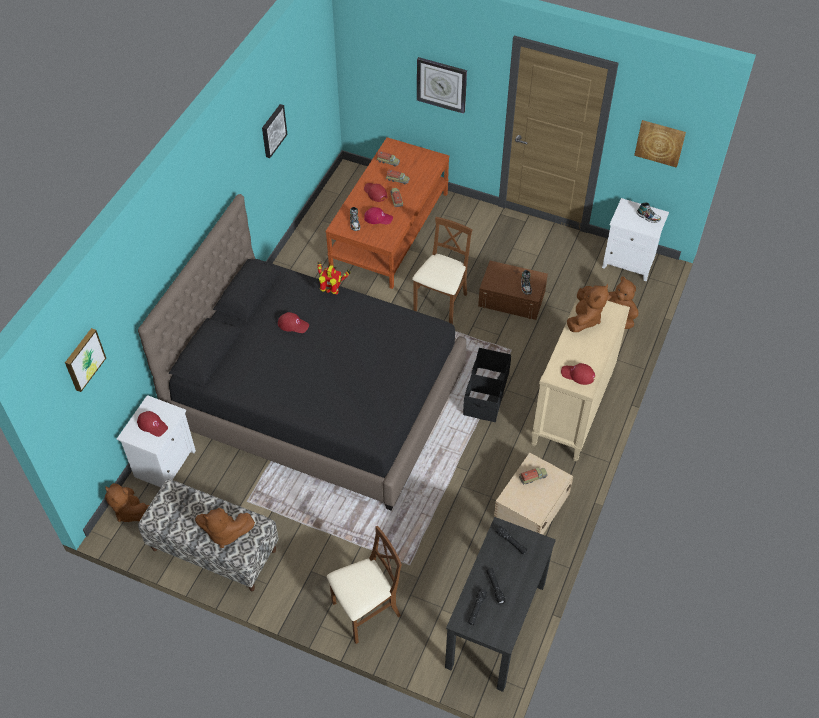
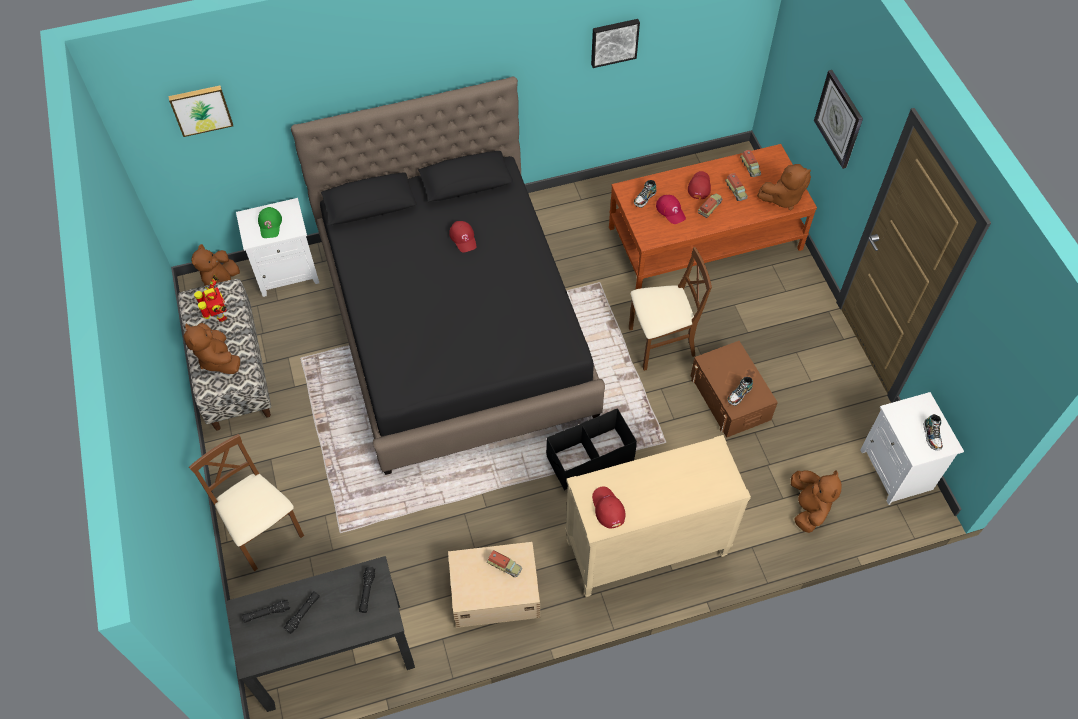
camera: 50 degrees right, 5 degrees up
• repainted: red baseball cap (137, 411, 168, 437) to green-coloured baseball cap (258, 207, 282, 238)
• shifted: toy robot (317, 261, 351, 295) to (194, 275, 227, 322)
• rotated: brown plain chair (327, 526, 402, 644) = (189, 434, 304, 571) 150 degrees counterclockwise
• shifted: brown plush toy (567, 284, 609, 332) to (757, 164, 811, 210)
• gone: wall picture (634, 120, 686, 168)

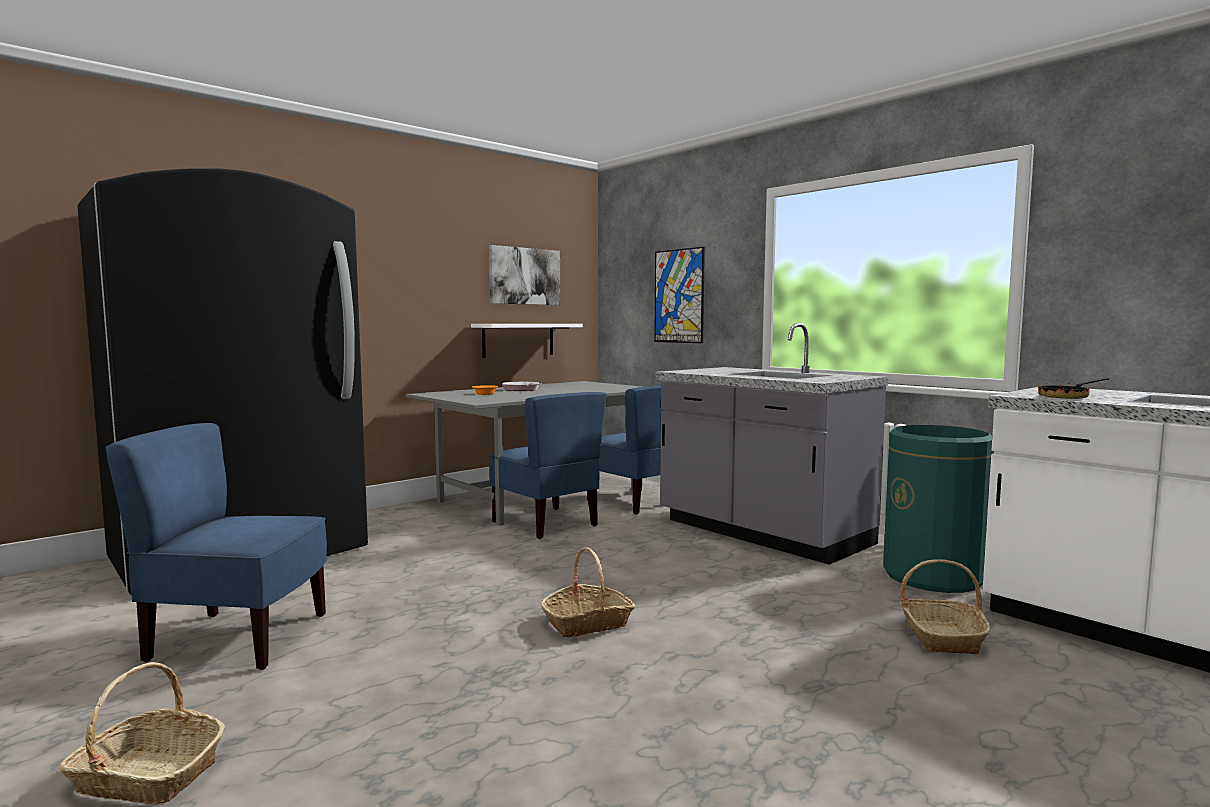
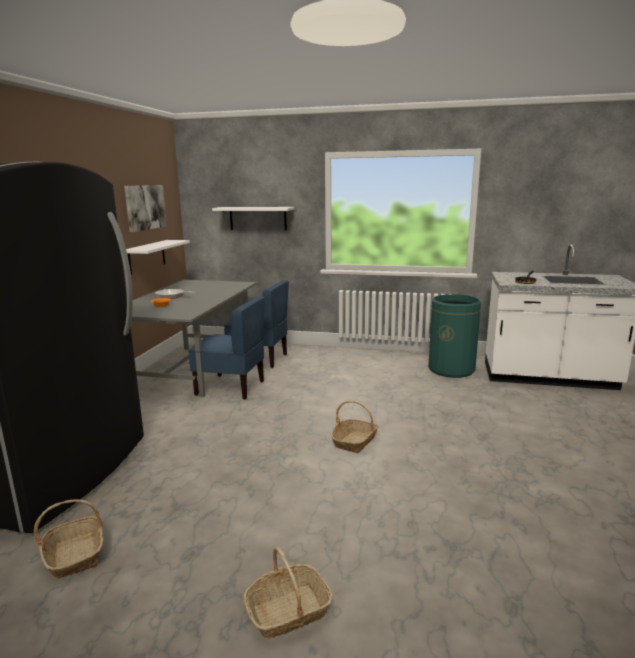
camera: 35 degrees left, 10 degrees up
• gone: blue-coloured plain chair (105, 423, 327, 670)
• swapped: wall picture (654, 247, 705, 343) to white wall shelf (212, 207, 294, 230)
• gone: gray kitchen counter (655, 323, 888, 565)
• shifted: storage basket (900, 560, 991, 654) to (34, 499, 104, 579)

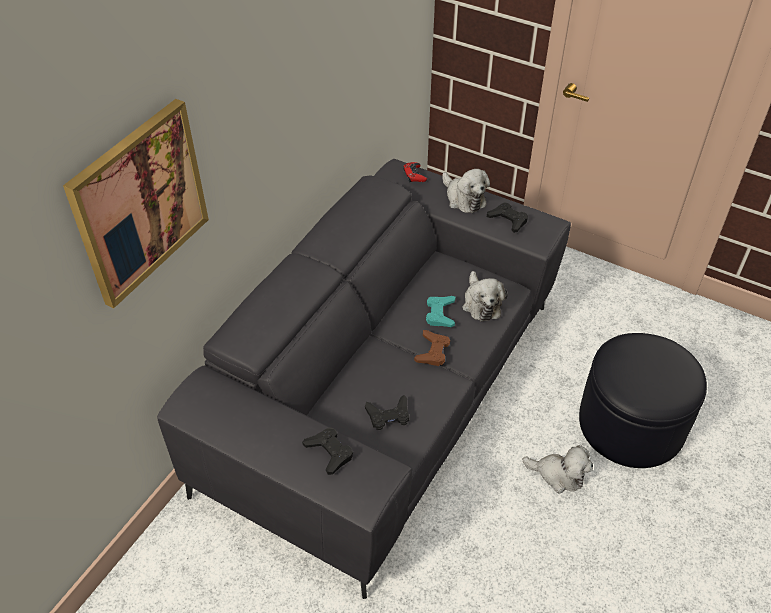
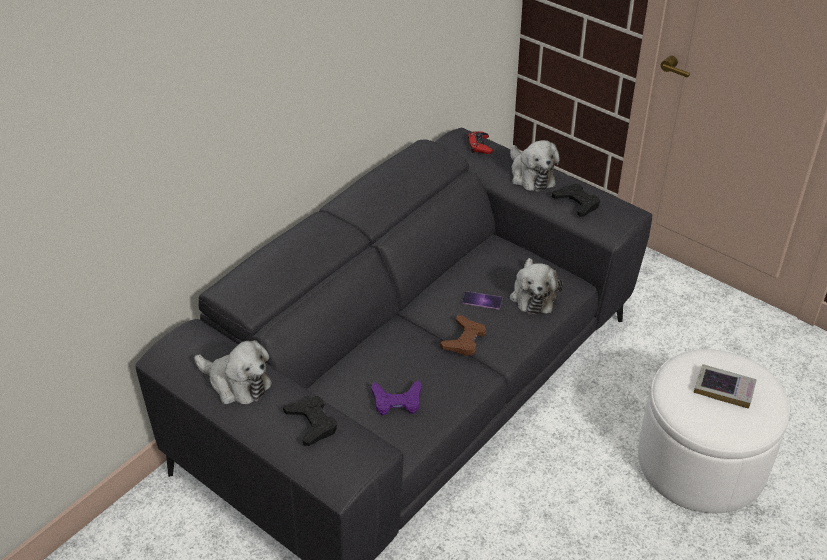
camera: 10 degrees right, 5 degrees down
• gone: wall picture (63, 99, 209, 308)
• repainted: black game controller (365, 395, 409, 430) to purplish game controller (371, 380, 422, 415)
• swapped: turquoise game controller (426, 296, 455, 327) to phone (462, 291, 503, 310)
• shifted: plush toy (522, 445, 593, 494) to (194, 340, 272, 404)
• repainted: black ottoman (579, 333, 707, 468) to white ottoman (638, 349, 790, 513)
• new: volume (694, 364, 757, 409)

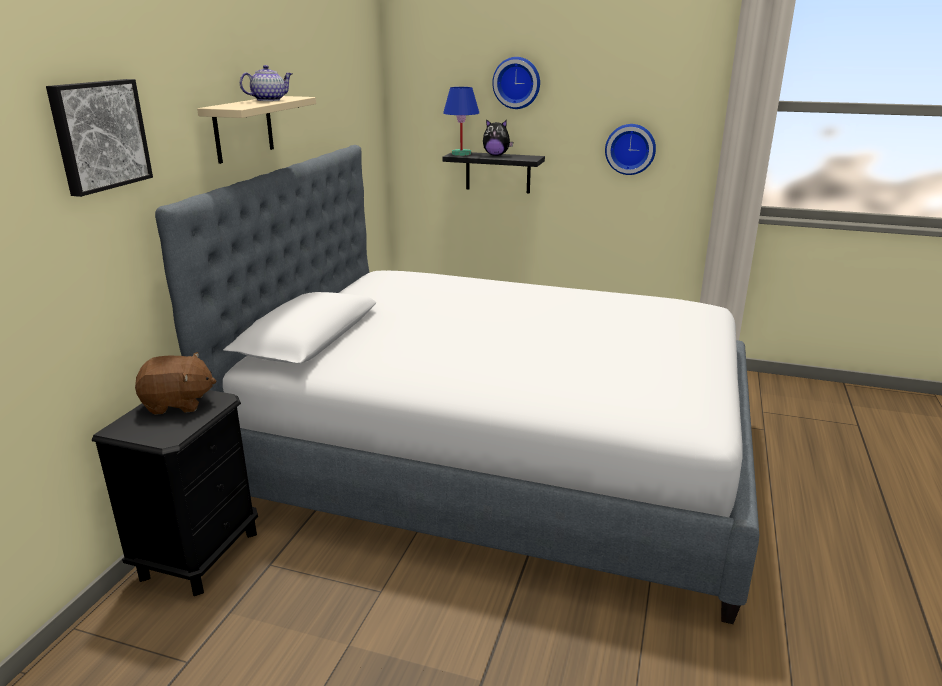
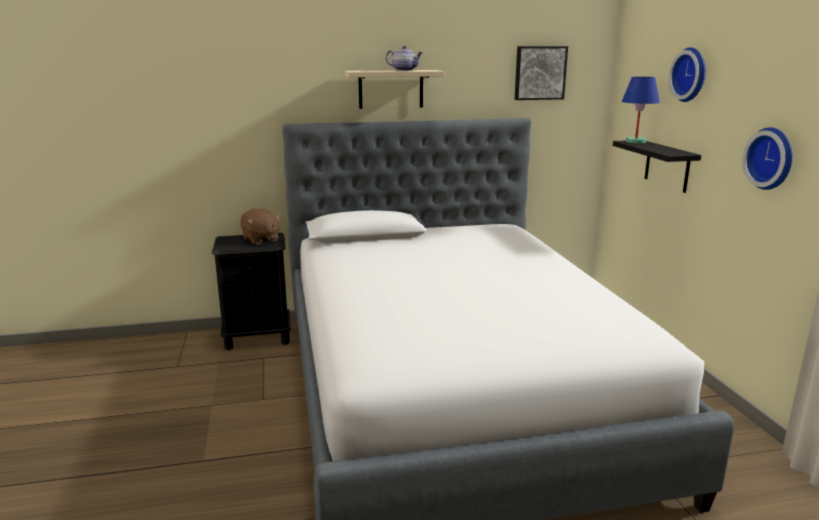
camera: 60 degrees right, 5 degrees down
• shifted: wall picture (46, 79, 153, 197) to (515, 46, 568, 100)
• gone: plush toy (483, 119, 513, 156)

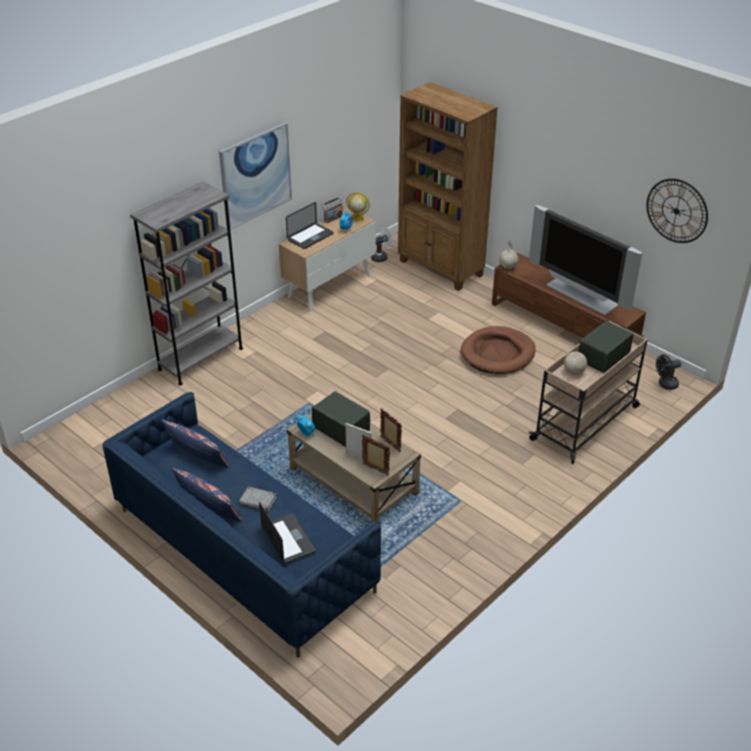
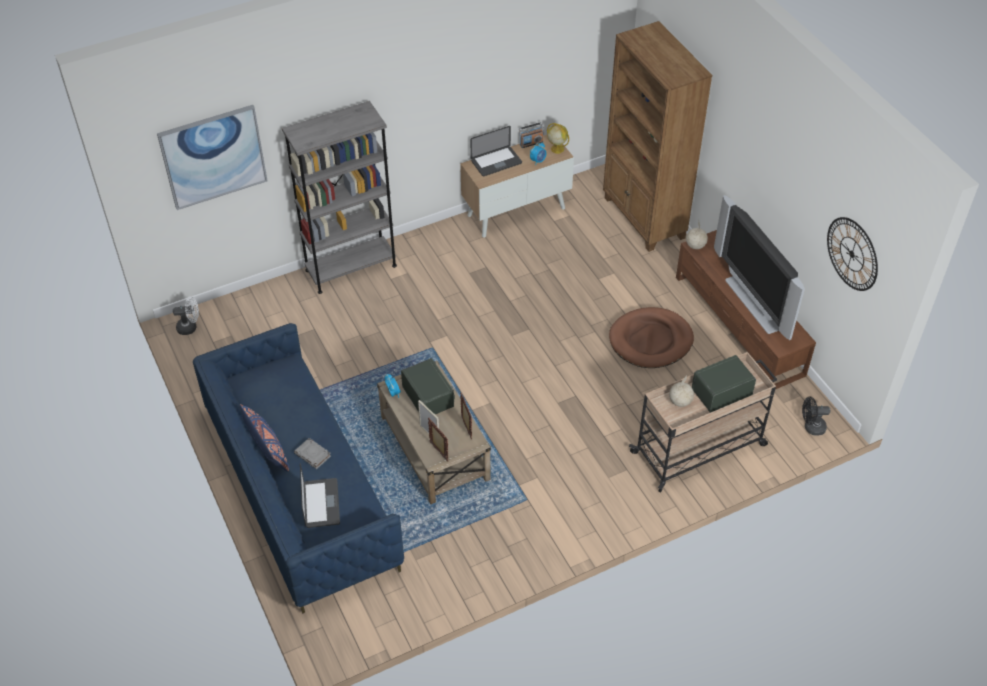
camera: 20 degrees right, 10 degrees up
• gone: blue-coloured cushion (161, 420, 229, 468)
• shifted: wall picture (219, 123, 292, 230) to (157, 105, 268, 210)
• shifted: white cooling fan (371, 228, 393, 262) to (173, 296, 199, 335)

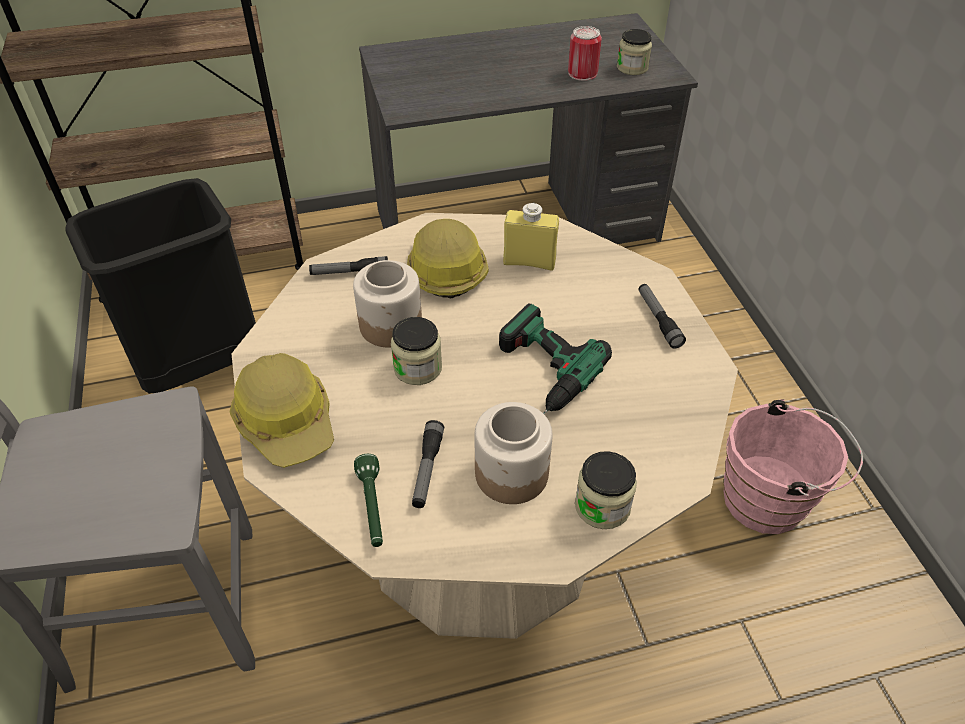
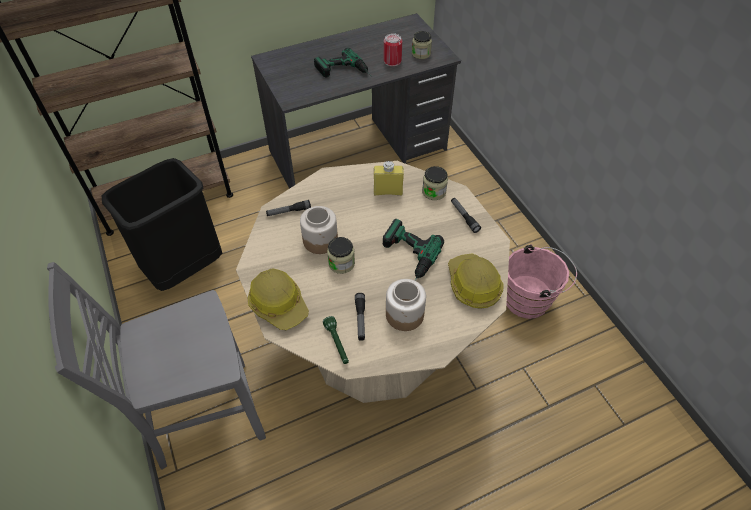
camera: 10 degrees left, 5 degrees up
• shifted: safety helmet (407, 219, 489, 298) to (448, 253, 504, 309)
• shifted: jar (575, 451, 637, 529) to (422, 166, 448, 200)
• new: electric drill (314, 47, 372, 77)

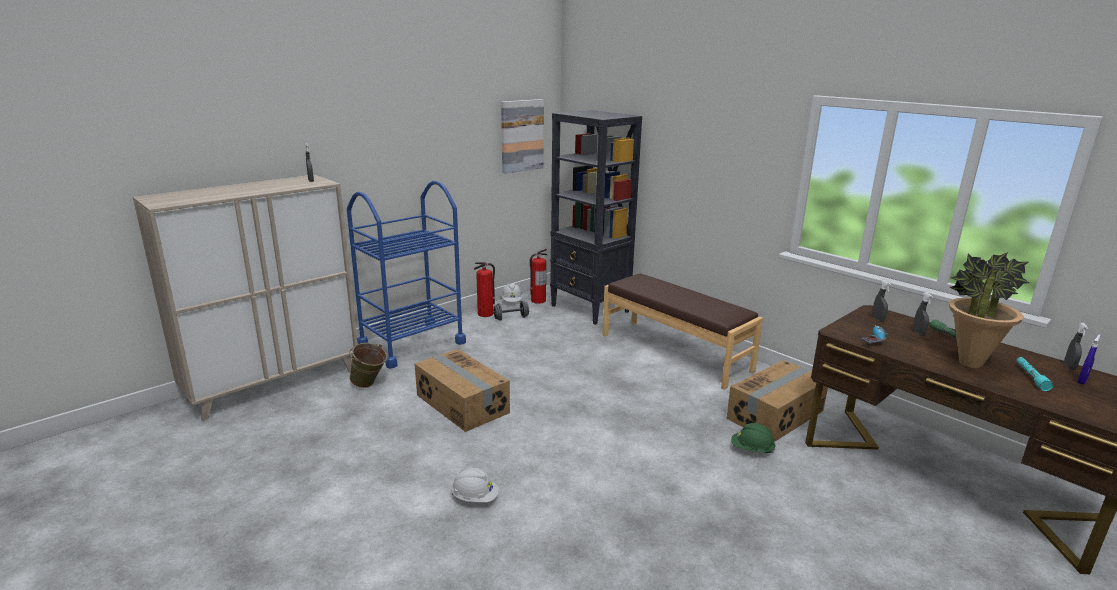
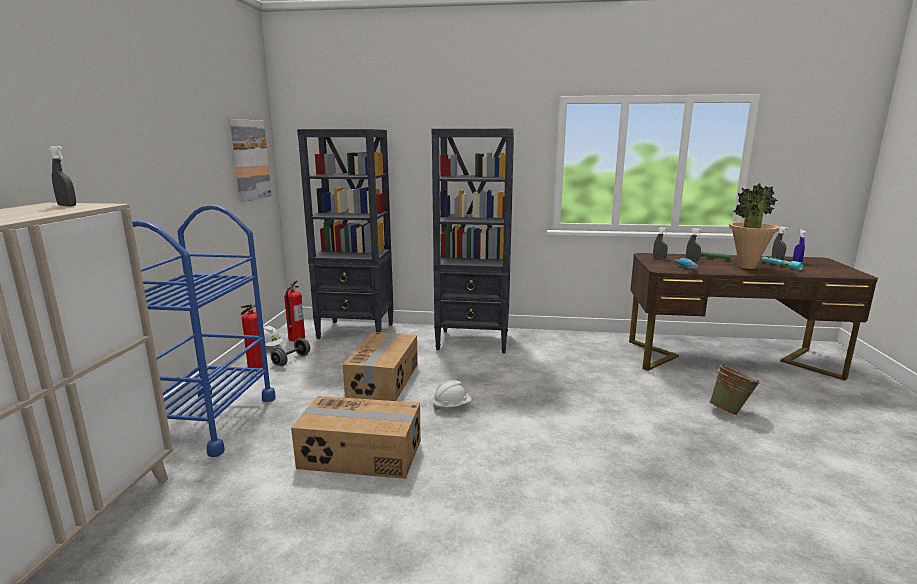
camera: 40 degrees left, 5 degrees down
• shifted: green-coloured pail (349, 343, 387, 388) to (709, 364, 760, 415)
• shifted: white safety helmet (451, 467, 499, 502) to (432, 380, 472, 410)
• swapped: brown indoor bench (602, 273, 763, 390) to black shelving unit (431, 129, 514, 353)
• shifted: carton (727, 360, 828, 442) to (342, 332, 418, 401)
• gone: green-coloured safety helmet (731, 423, 776, 453)

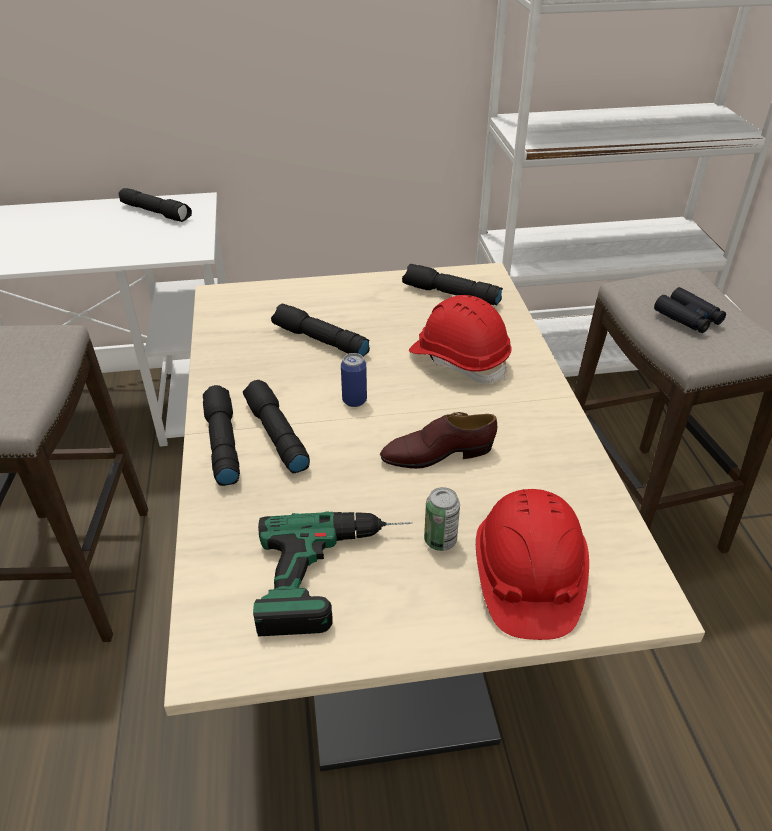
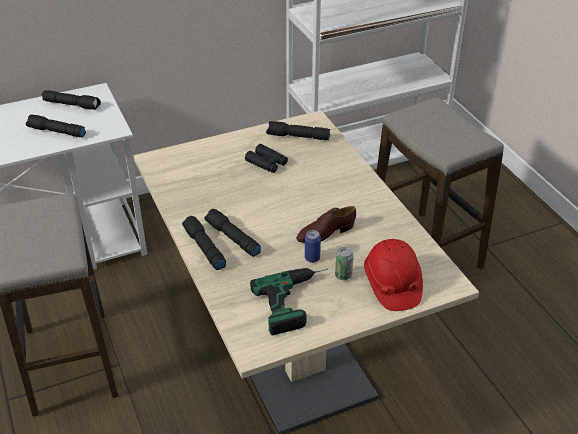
camera: 15 degrees left, 0 degrees up
• shifted: black torch (271, 304, 370, 356) to (26, 114, 86, 137)
• shifted: metal can (341, 353, 367, 407) to (305, 230, 321, 263)
• gone: red safety helmet (409, 295, 512, 384)
• shifted: black pair of binoculars (654, 287, 726, 333) to (245, 144, 288, 173)

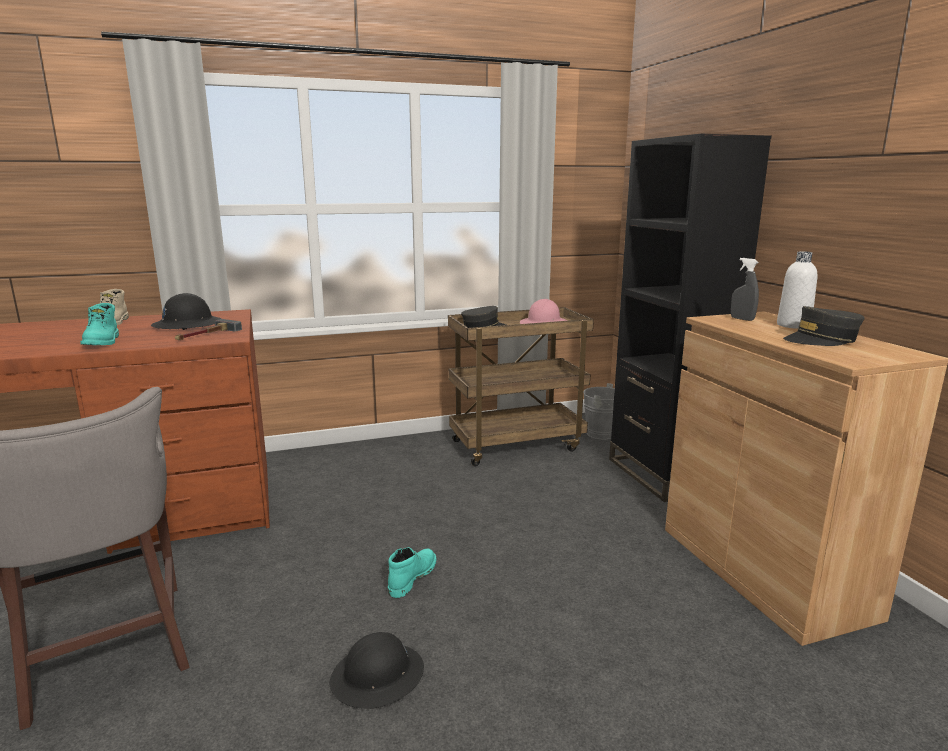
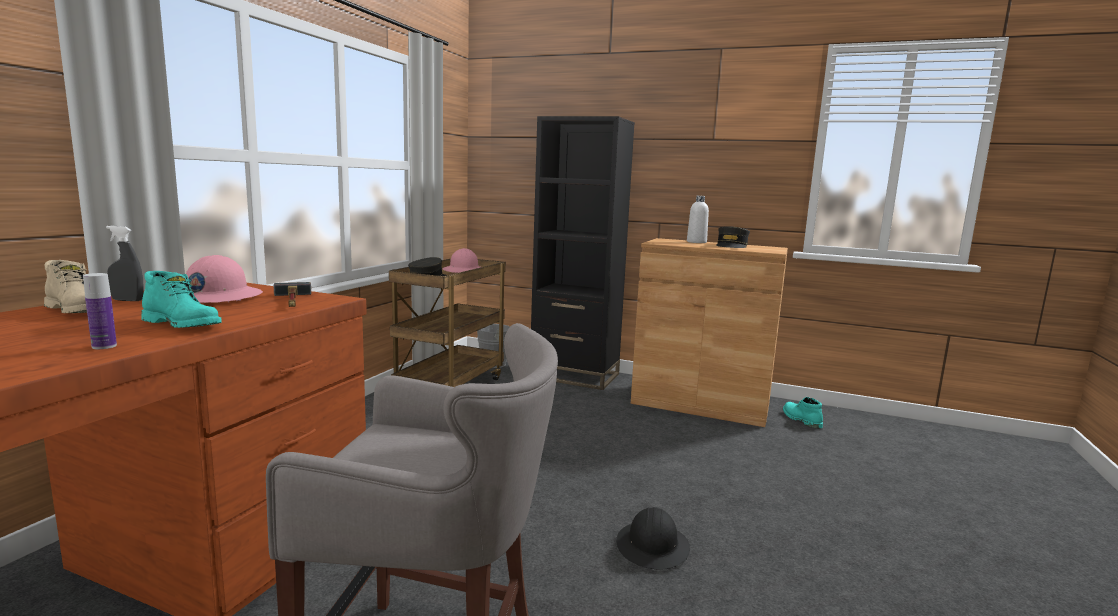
camera: 50 degrees left, 5 degrees down
• repainted: black safety helmet (151, 293, 222, 330) to pink-coloured safety helmet (186, 255, 263, 303)
• shifted: turquoise tall boot (388, 547, 437, 598) to (783, 397, 823, 428)
• shifted: gray hand sprayer (731, 258, 759, 321) to (106, 226, 144, 301)
• new: bottle (83, 273, 117, 349)

